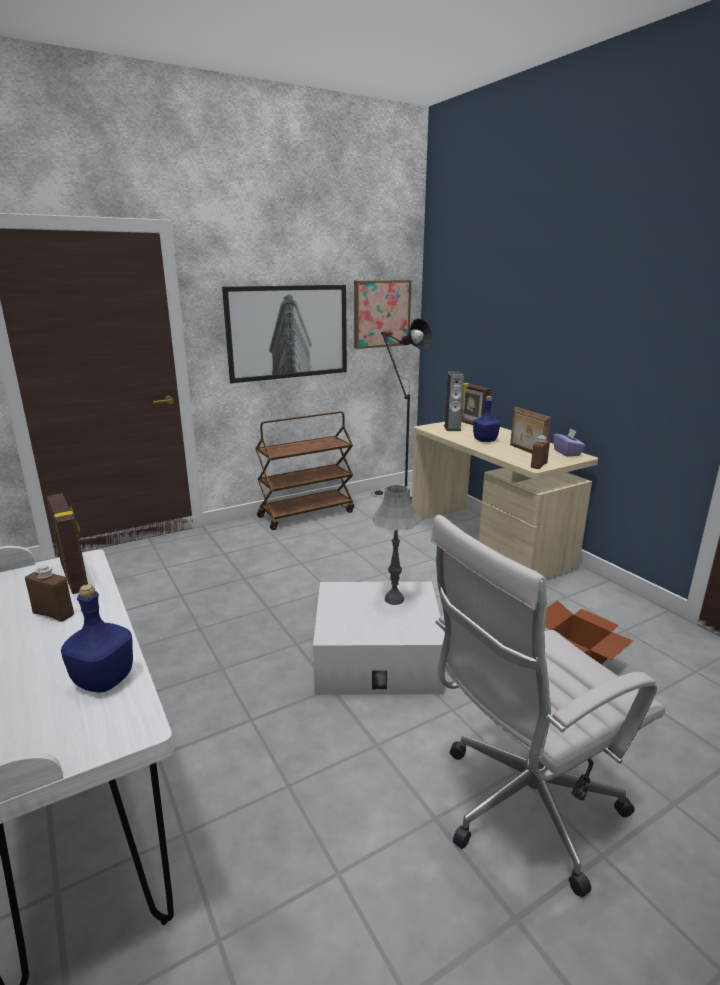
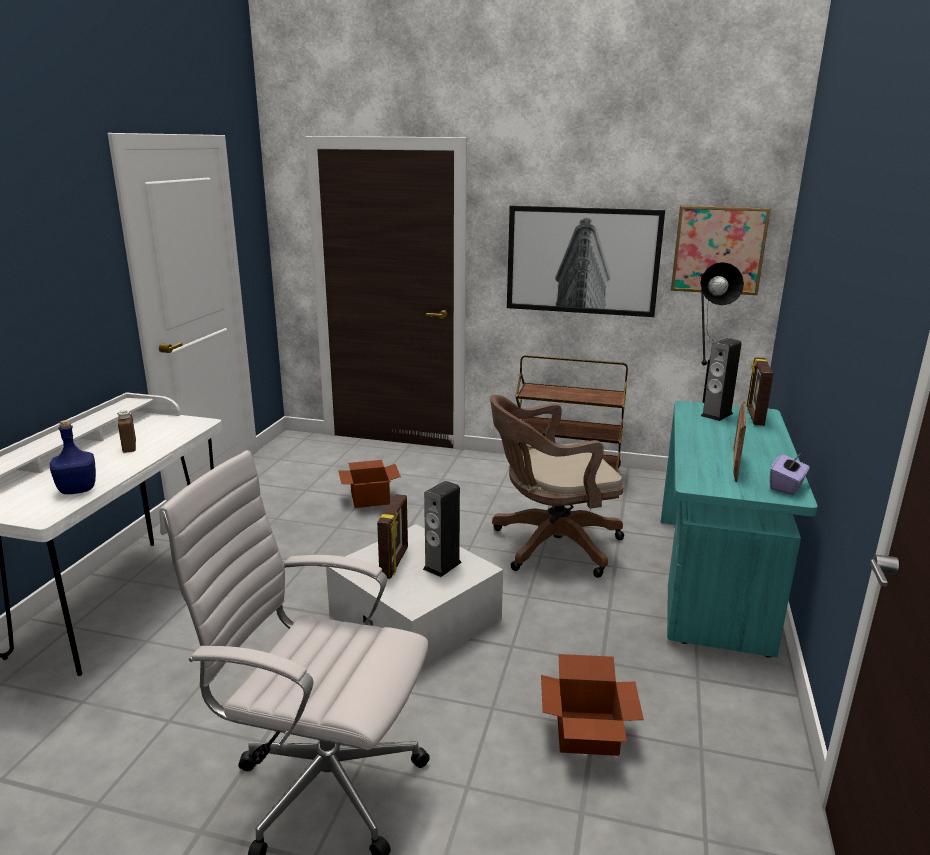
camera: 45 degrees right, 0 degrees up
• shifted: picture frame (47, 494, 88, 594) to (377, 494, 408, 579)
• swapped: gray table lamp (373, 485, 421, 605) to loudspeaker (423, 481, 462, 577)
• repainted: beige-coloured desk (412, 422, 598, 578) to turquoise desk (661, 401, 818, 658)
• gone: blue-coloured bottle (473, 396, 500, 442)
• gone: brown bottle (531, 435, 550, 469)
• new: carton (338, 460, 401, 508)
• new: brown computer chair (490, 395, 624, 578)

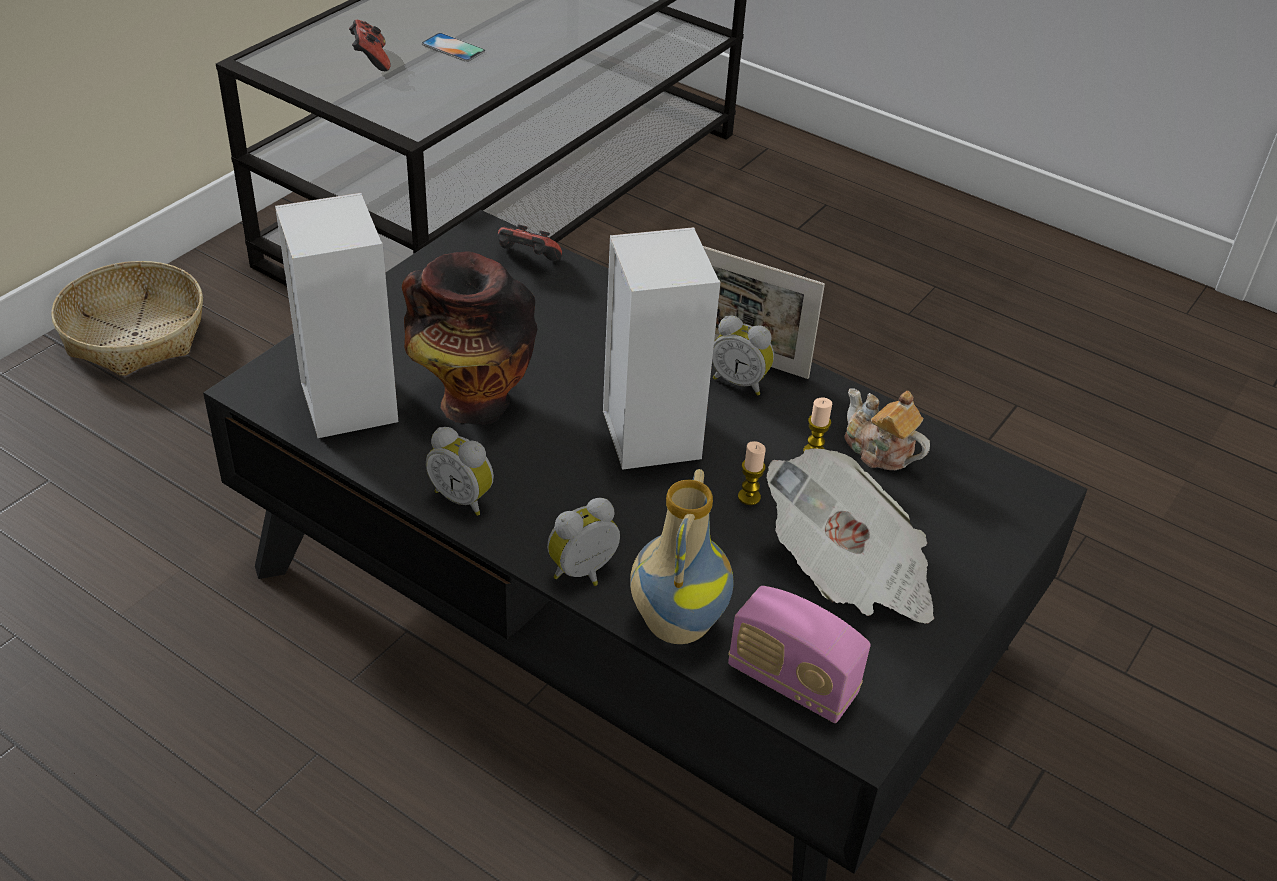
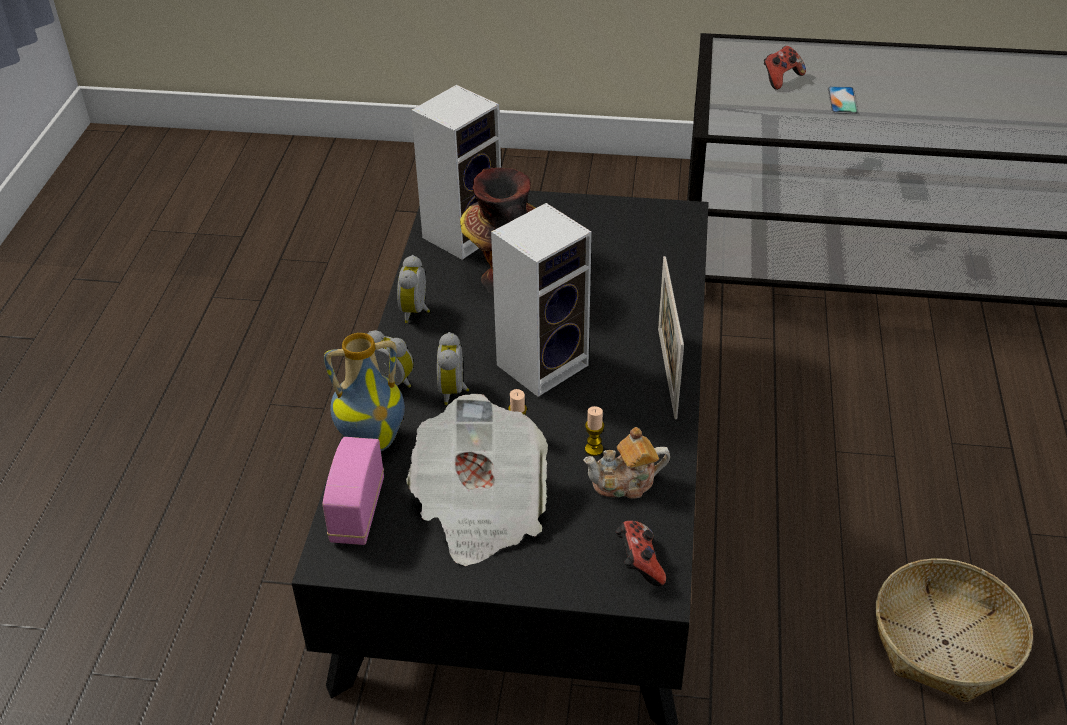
camera: 65 degrees right, 0 degrees up
• shifted: storage basket (51, 261, 203, 376) to (876, 558, 1033, 703)
• shifted: game controller (498, 224, 562, 261) to (616, 521, 666, 586)
• shifted: table clock (712, 316, 774, 396) to (437, 332, 469, 405)
• rotated: teapot (844, 388, 930, 470) = (583, 427, 670, 498) 120 degrees counterclockwise

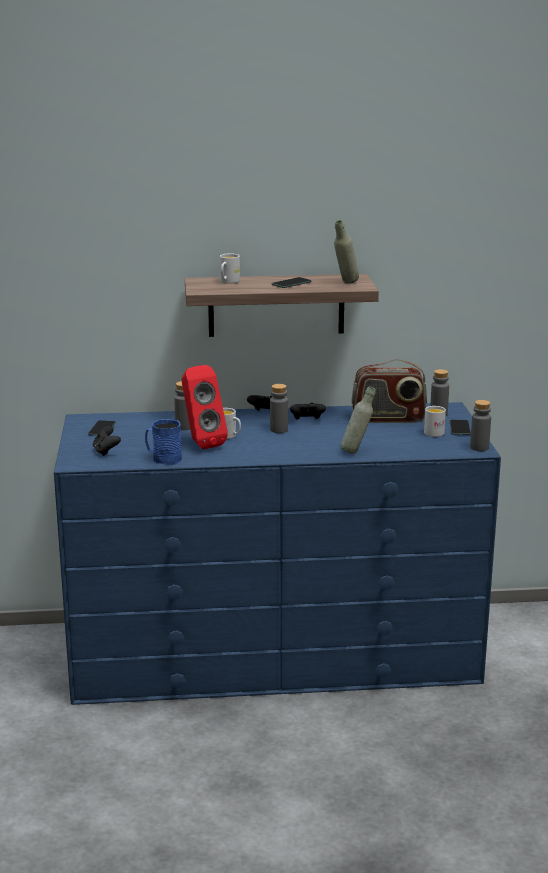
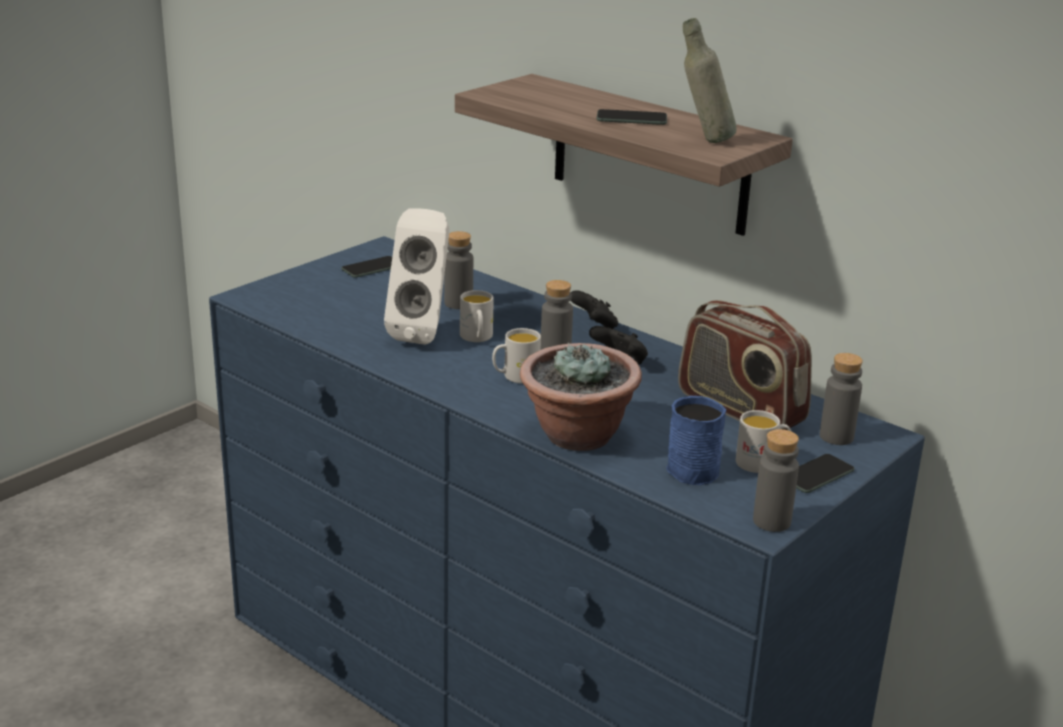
camera: 45 degrees right, 5 degrees up
• gone: black game controller (93, 426, 121, 456)
• shifted: blue-coloured coffee mug (145, 419, 182, 465) to (666, 396, 727, 485)
• repainted: red loudspeaker (181, 365, 228, 449) to white loudspeaker (384, 209, 450, 345)
• shifted: white coffee mug (220, 253, 240, 283) to (492, 328, 541, 384)
• swapped: gray bottle (340, 386, 376, 454) to potted plant (520, 342, 642, 451)

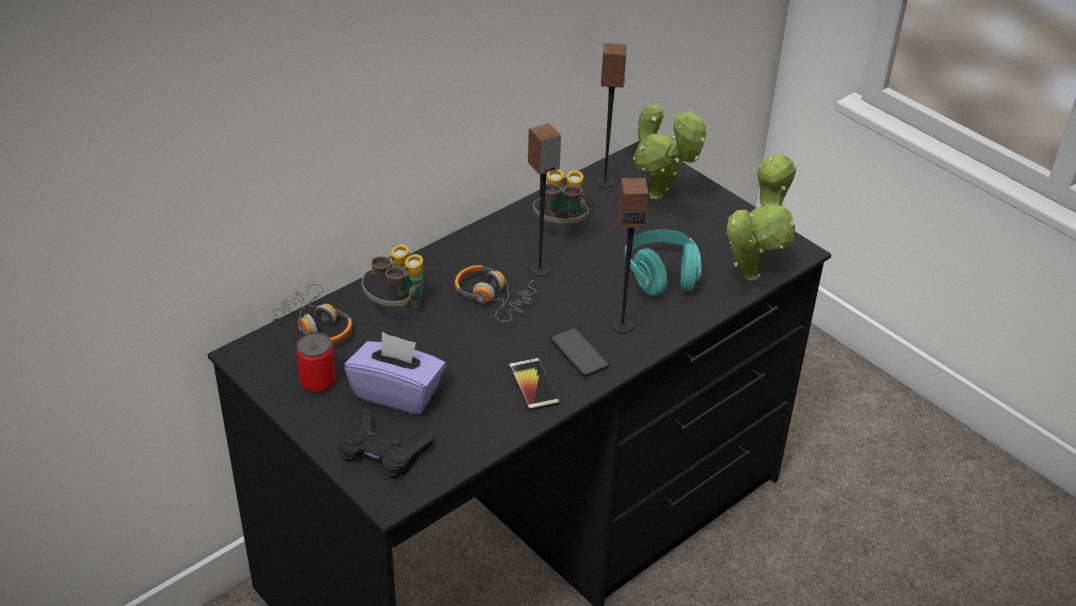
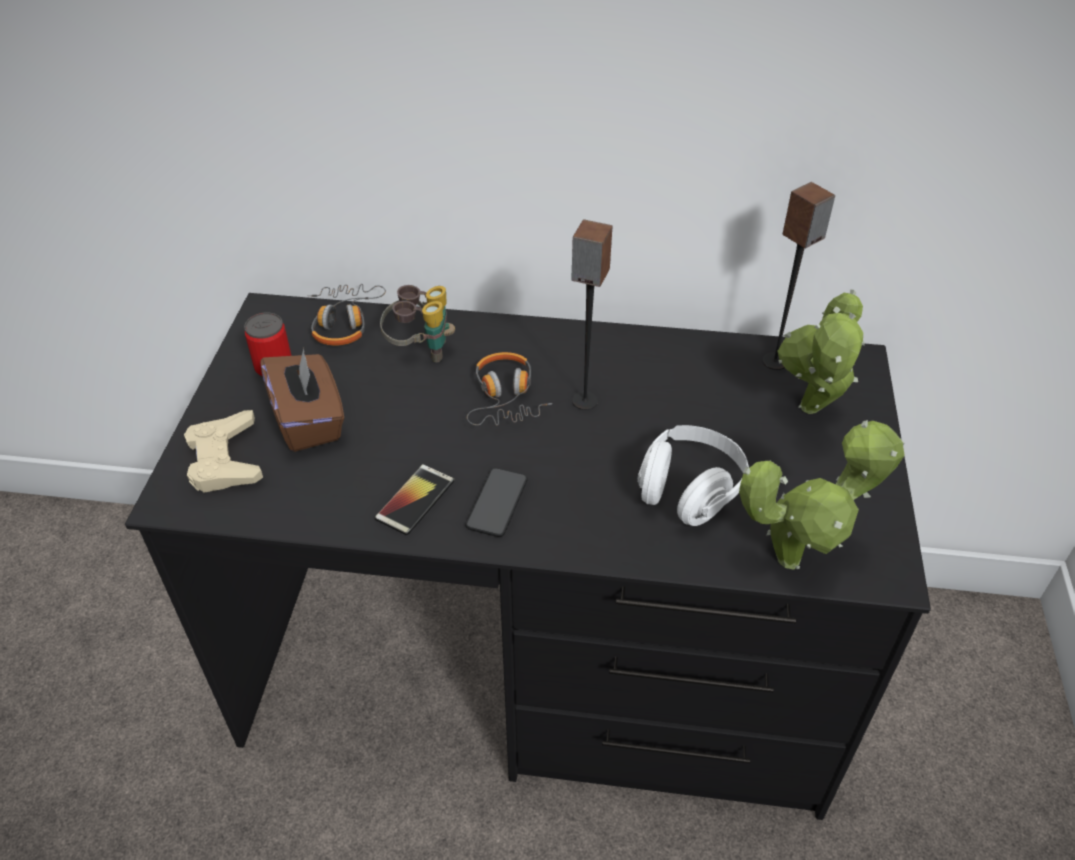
camera: 50 degrees right, 5 degrees up
• repainted: black game controller (340, 407, 432, 479) to beige-coloured game controller (184, 410, 263, 492)
• repainted: purplish tissue holder (344, 332, 446, 415) to brown tissue holder (260, 348, 344, 452)
• gone: pair of binoculars (533, 169, 589, 224)
• gone: loudspeaker (611, 178, 649, 333)
• repainted: turquoise headset (624, 229, 702, 296) to white headset (637, 425, 749, 526)

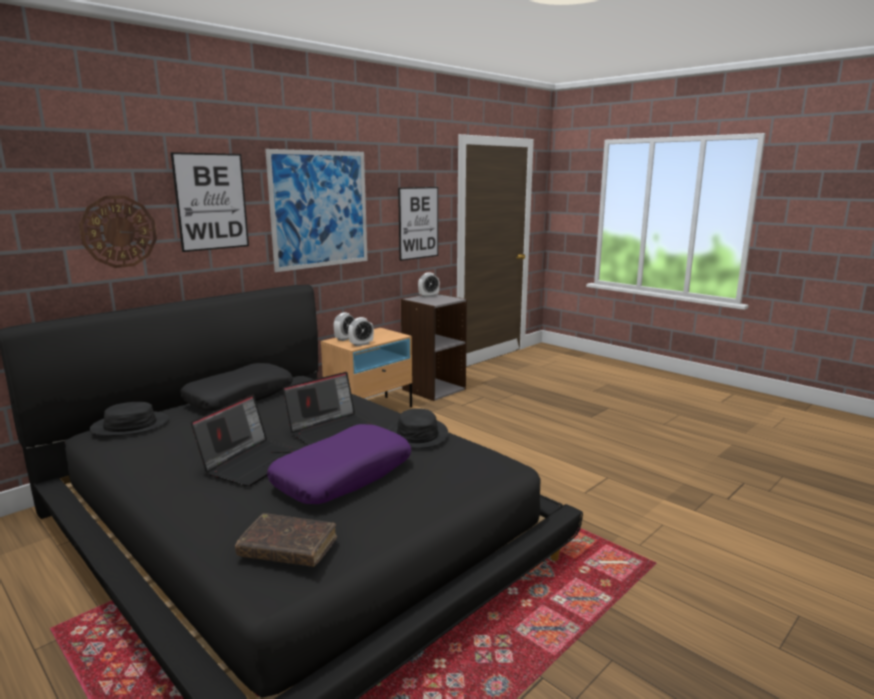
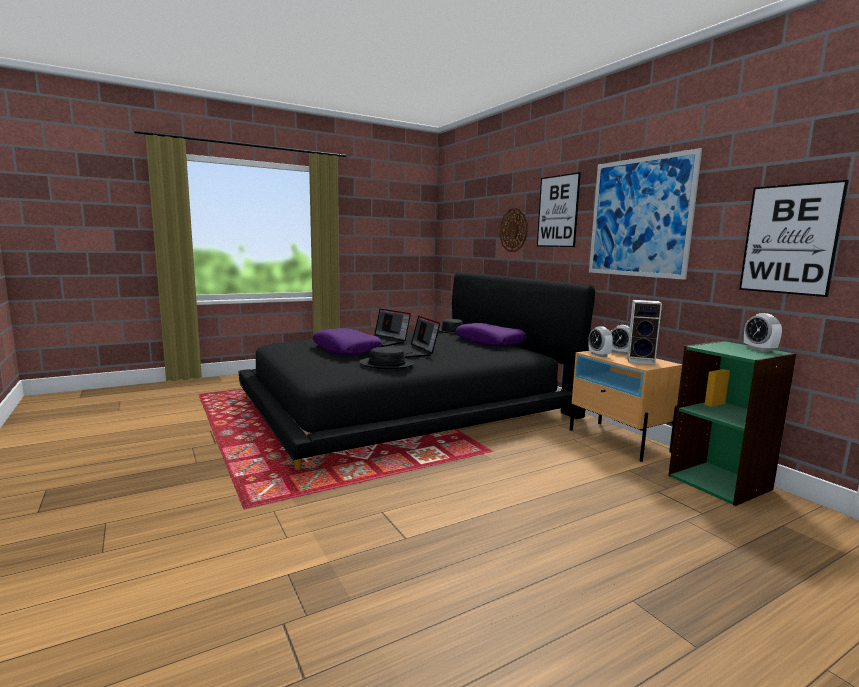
camera: 105 degrees right, 5 degrees down
• repainted: black cushion (180, 363, 293, 411) to purplish cushion (455, 323, 526, 346)
• gone: brown volume (235, 513, 337, 567)
• repainted: gray shelving unit (401, 294, 467, 401) to green-coloured shelving unit (668, 341, 796, 506)
• new: loudspeaker (627, 300, 662, 365)

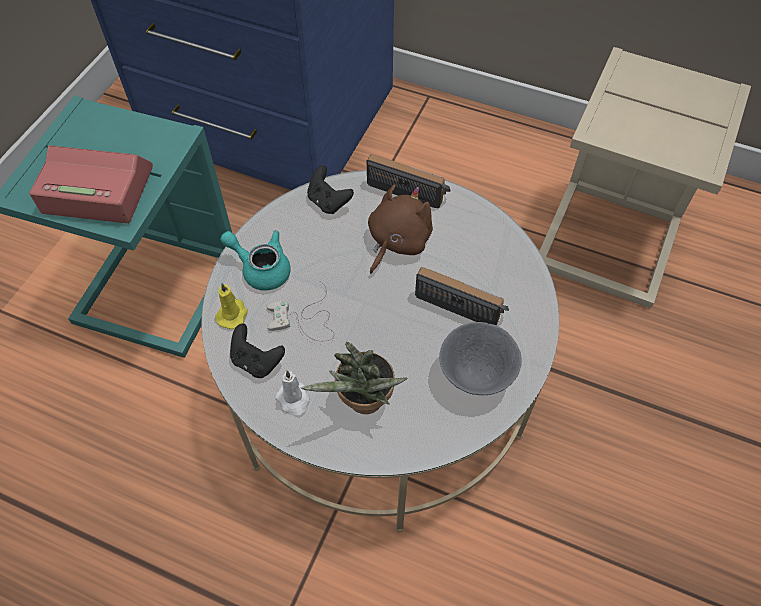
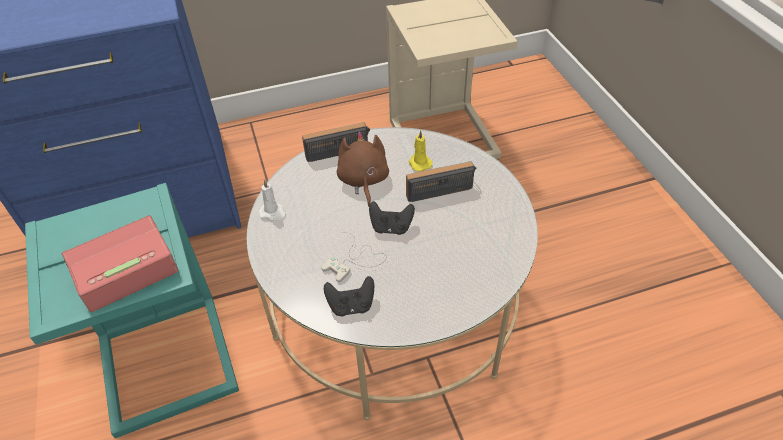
camera: 40 degrees left, 10 degrees down
• shifted: yellow wax light (215, 283, 248, 329) to (409, 130, 432, 171)
• gone: turquoise teapot (220, 230, 291, 291)
• shifted: white wax light (276, 370, 310, 417) to (259, 179, 287, 221)
• gone: potted plant (301, 342, 408, 414)
• shifted: black game controller (307, 166, 354, 214) to (369, 201, 415, 235)
• gone: gray bowl (439, 322, 522, 395)

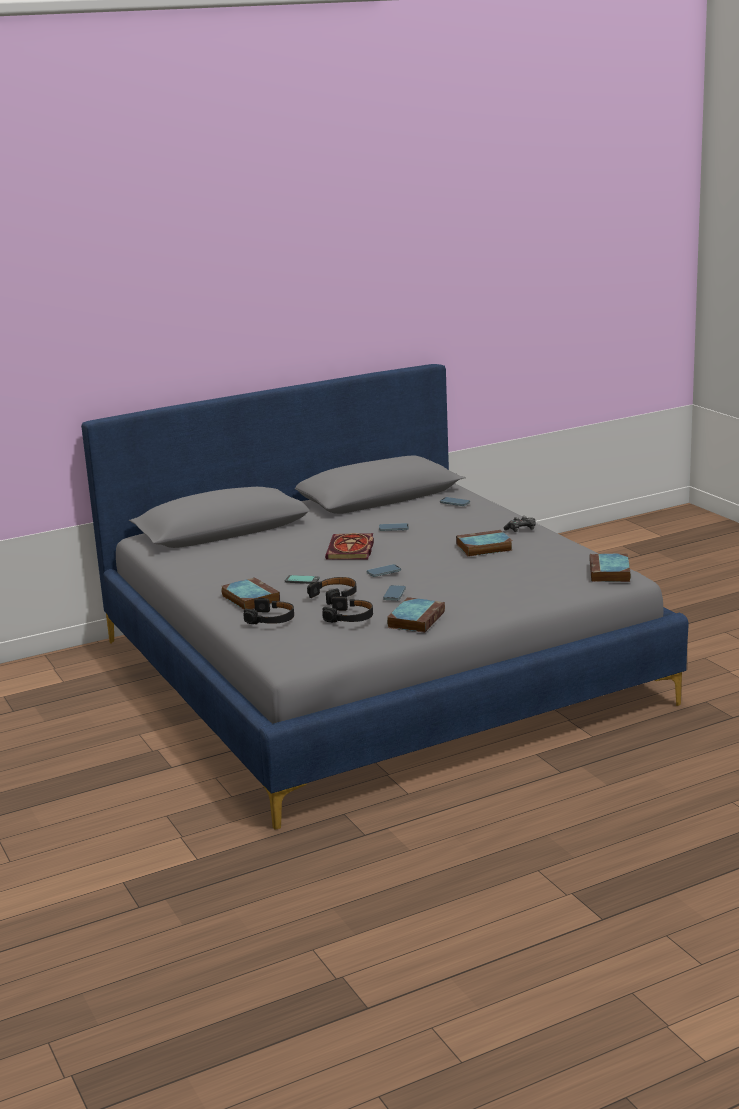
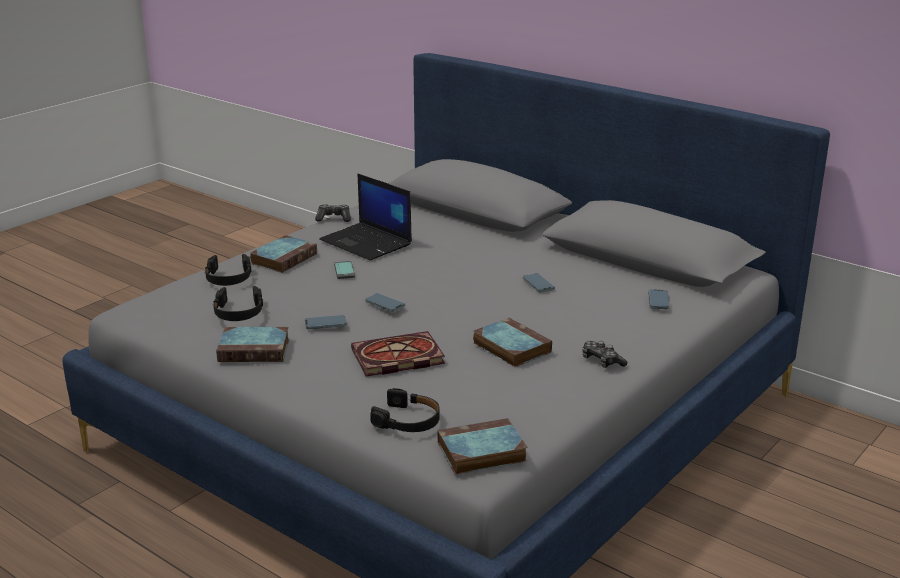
camera: 65 degrees right, 5 degrees up
• shifted: black headset (307, 577, 357, 605) to (370, 388, 440, 432)
• shifted: volume (325, 533, 374, 559) to (351, 331, 445, 376)
• new: game controller (315, 204, 351, 222)
• new: notebook computer (319, 173, 412, 261)

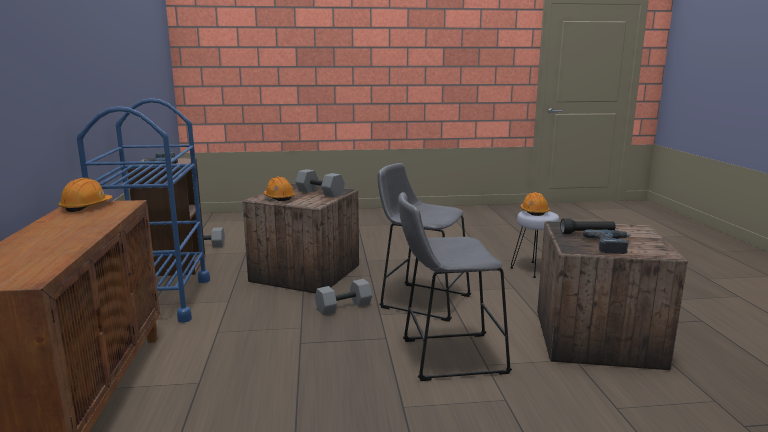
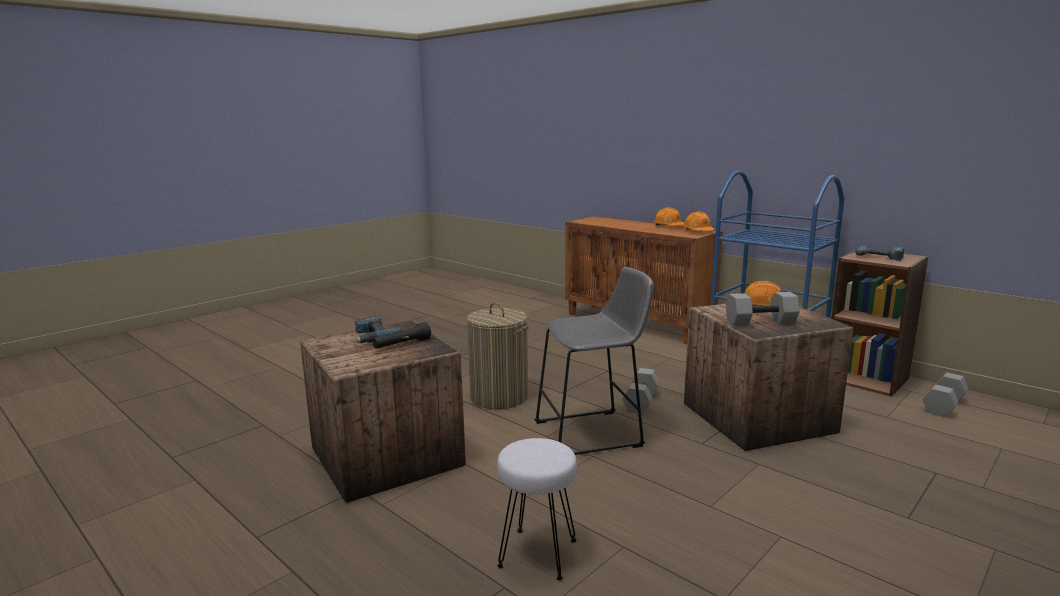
camera: 140 degrees right, 0 degrees up
• swapped: gray sitting stool (398, 192, 512, 381) to laundry basket (467, 303, 529, 409)
• shifted: orangey safety helmet (521, 192, 550, 216) to (653, 207, 685, 226)

